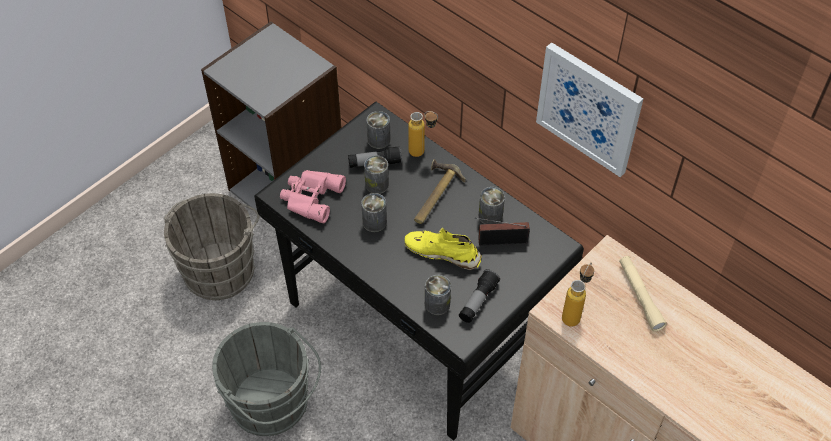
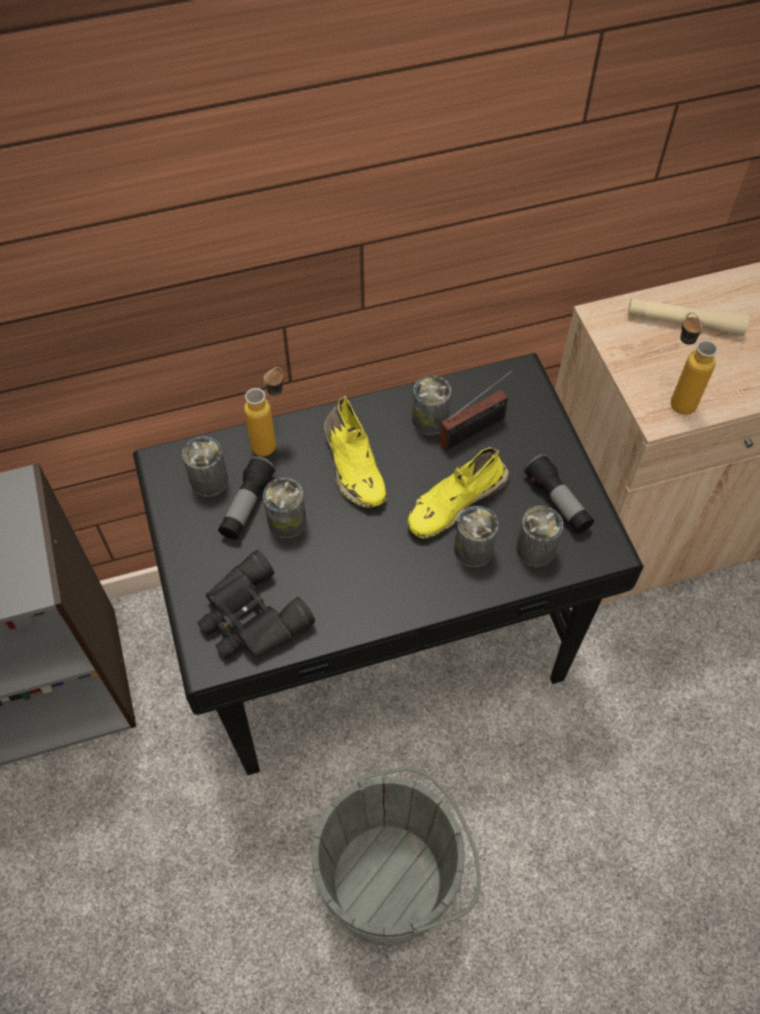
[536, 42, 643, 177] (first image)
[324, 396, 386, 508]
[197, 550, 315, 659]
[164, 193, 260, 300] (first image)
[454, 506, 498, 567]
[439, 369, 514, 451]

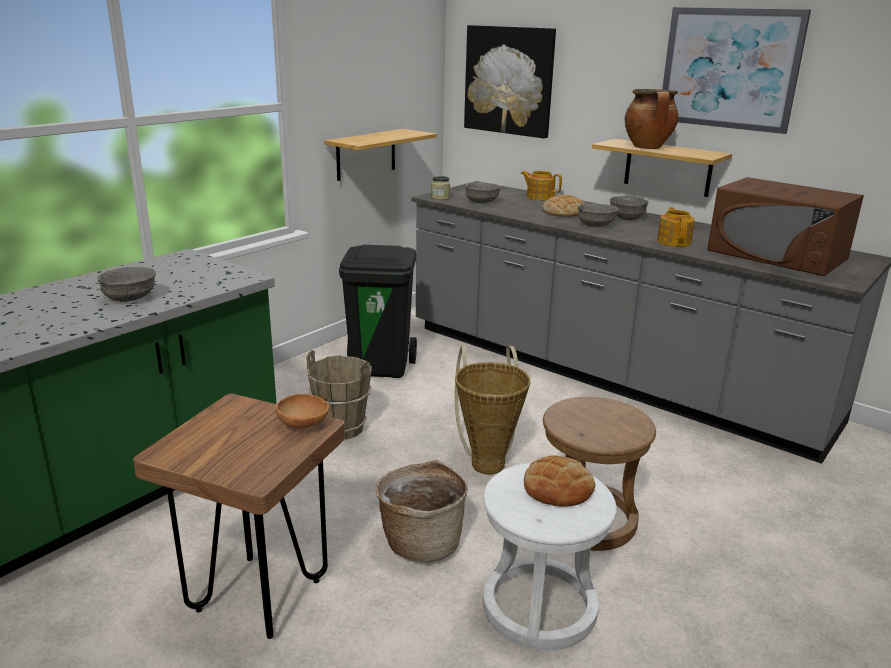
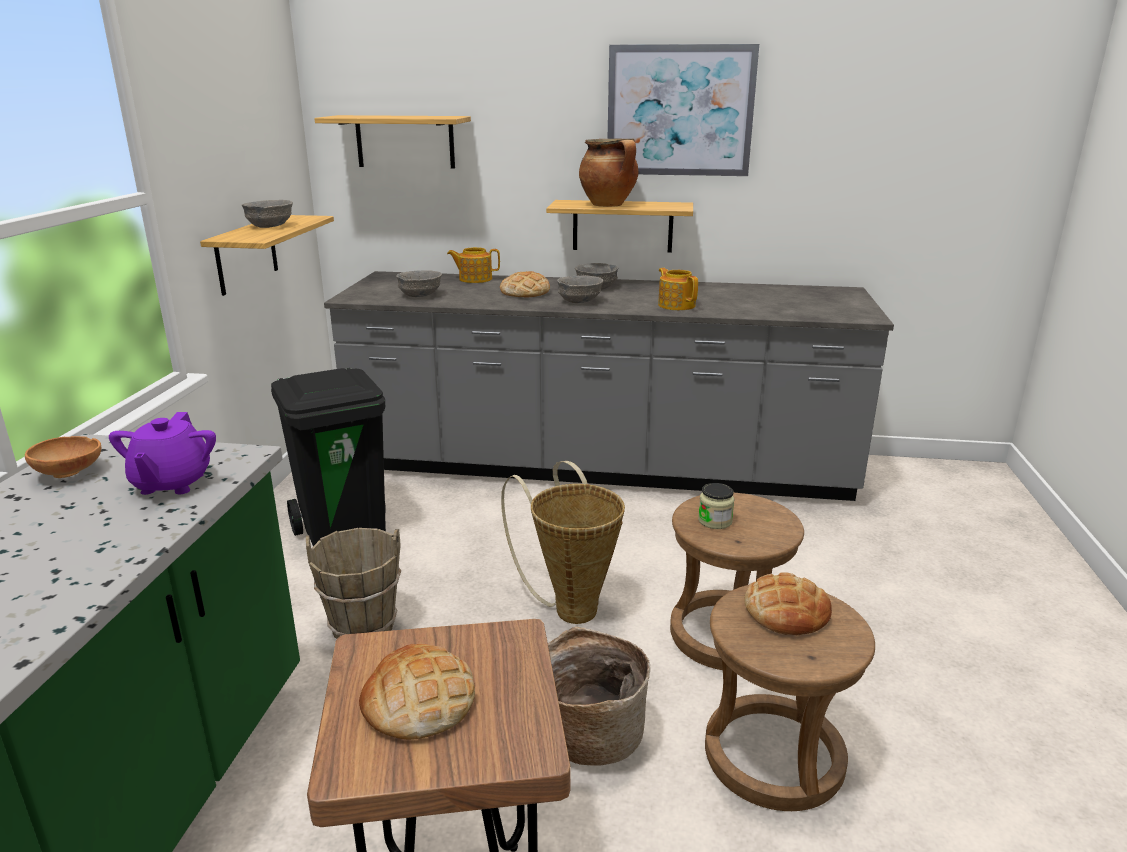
[314, 115, 471, 169]
[698, 483, 735, 529]
[707, 177, 864, 276] (first image)
[242, 200, 293, 228]
[25, 436, 101, 478]
[705, 585, 875, 811]
[109, 412, 216, 495]
[359, 644, 475, 740]

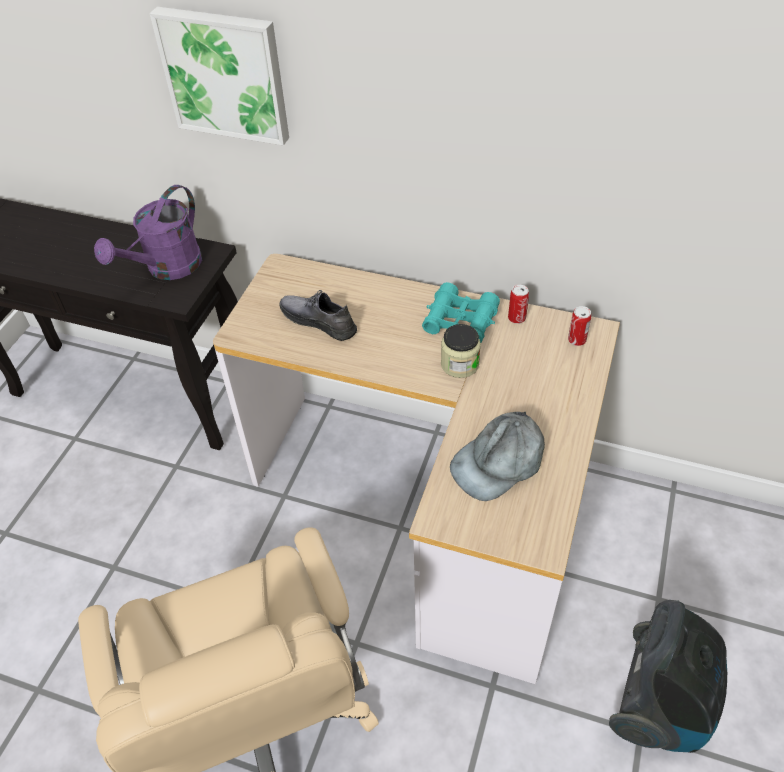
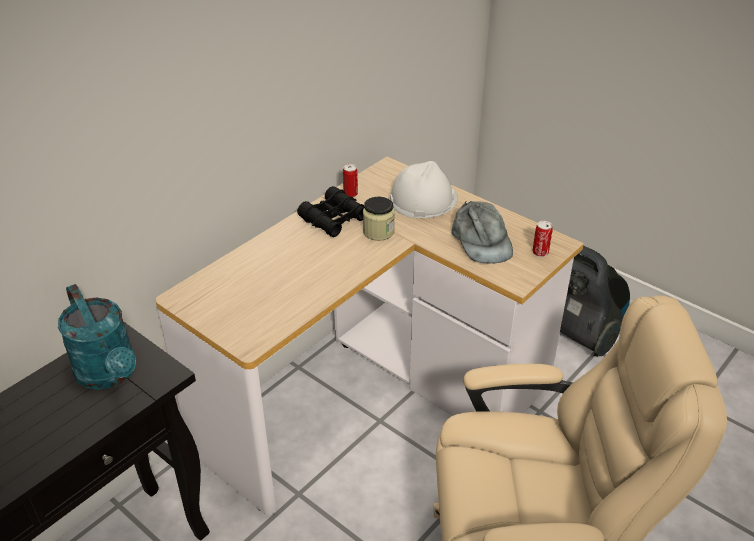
[150, 7, 289, 145] (first image)
[58, 284, 136, 390]
[297, 186, 364, 237]
[279, 290, 357, 341] (first image)
[532, 221, 553, 257]
[390, 161, 458, 218]

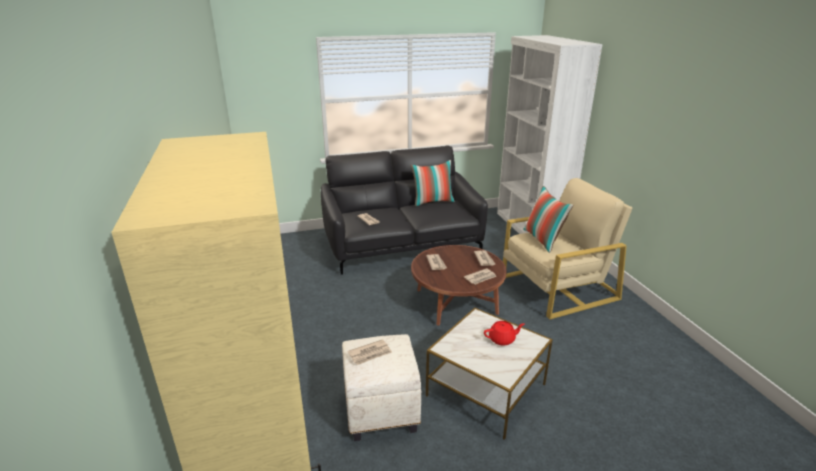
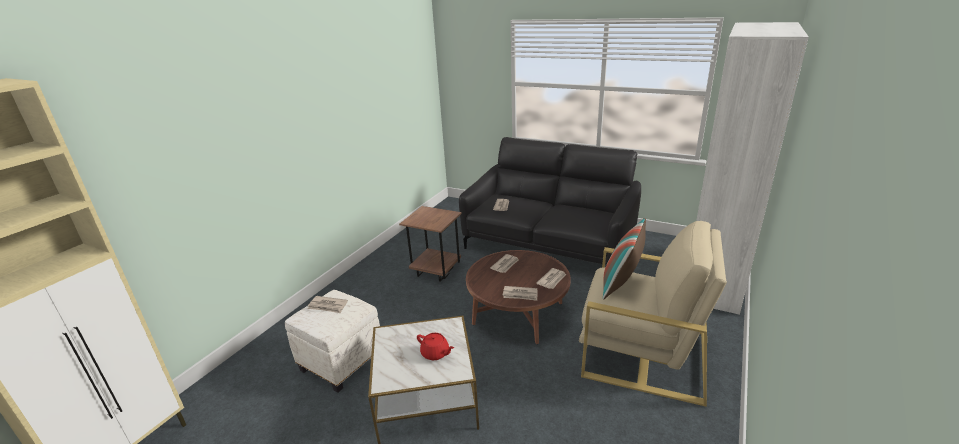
[411, 160, 455, 207] (first image)
[399, 206, 462, 282]

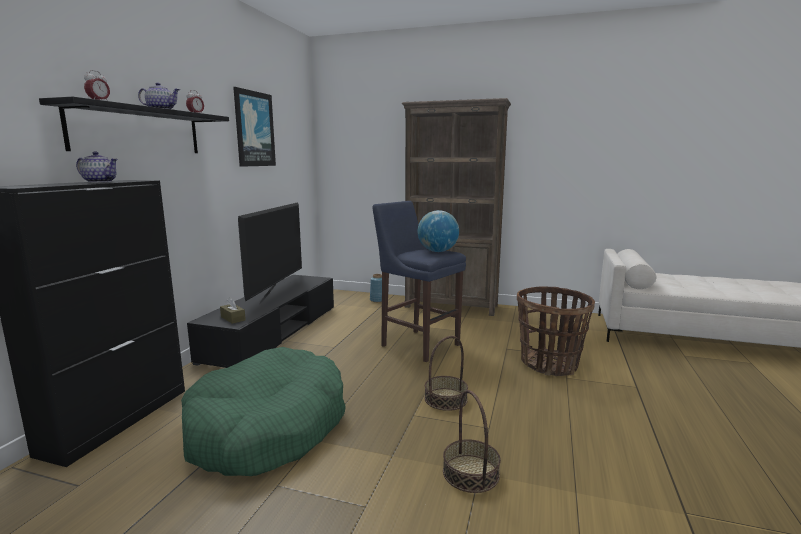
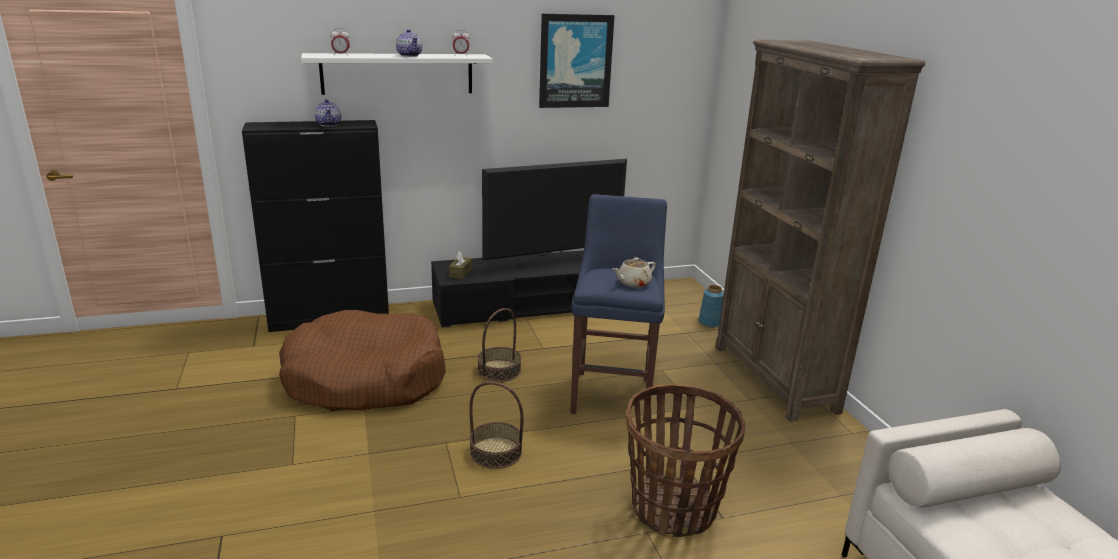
[301, 53, 493, 95]
[613, 257, 656, 288]
[279, 310, 446, 411]
[477, 308, 521, 382]

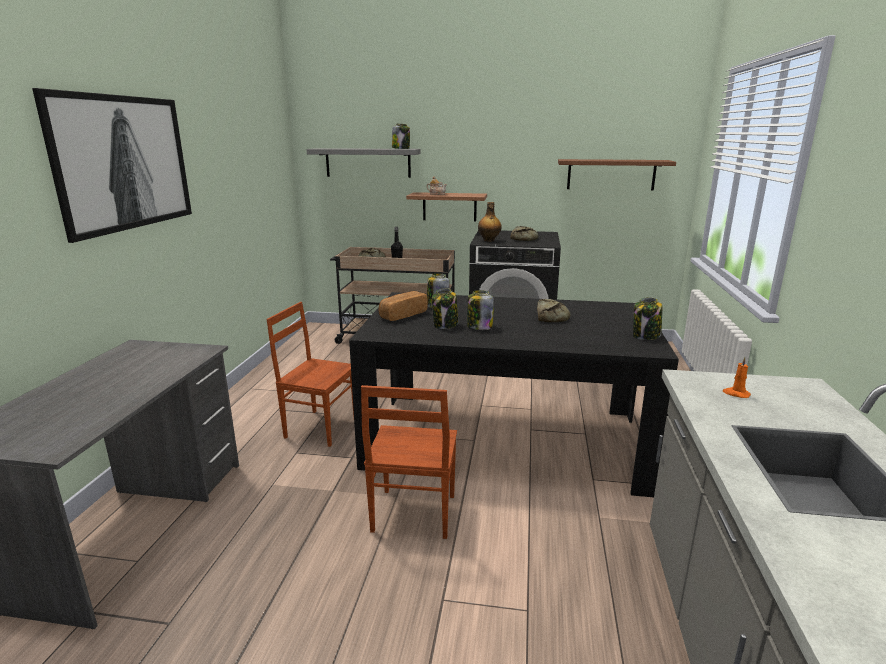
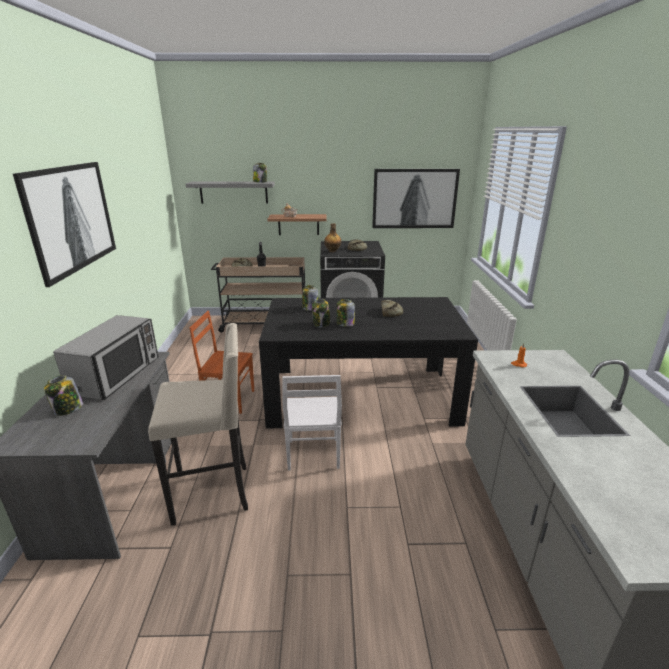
[372, 169, 460, 228]
[378, 291, 428, 321] (first image)
[44, 375, 83, 416]
[282, 375, 342, 471]
[53, 315, 159, 400]
[148, 323, 248, 526]

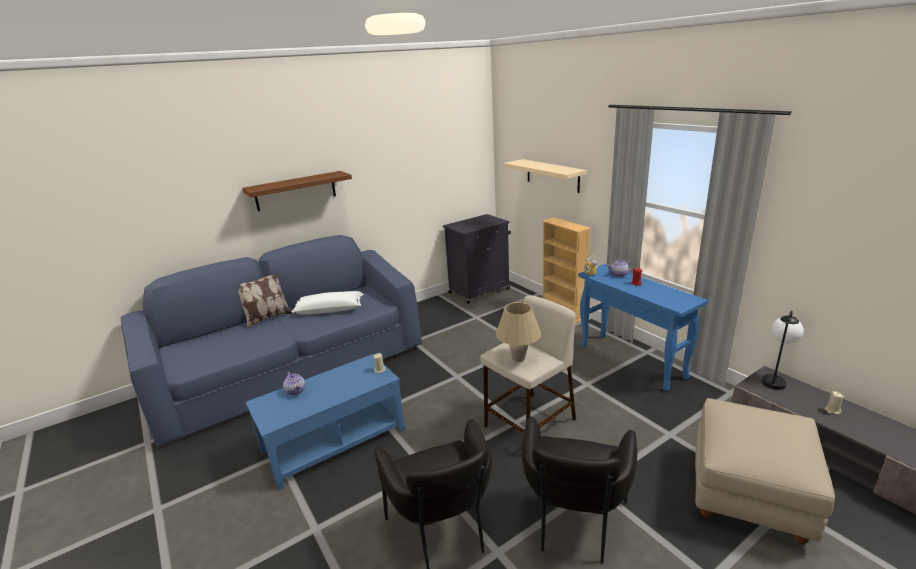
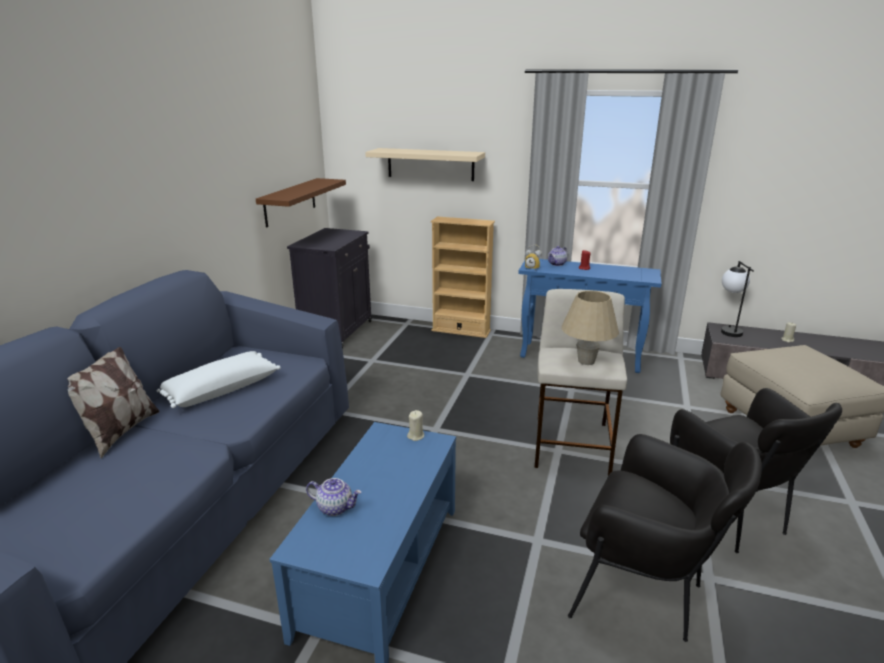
[256, 178, 346, 228]

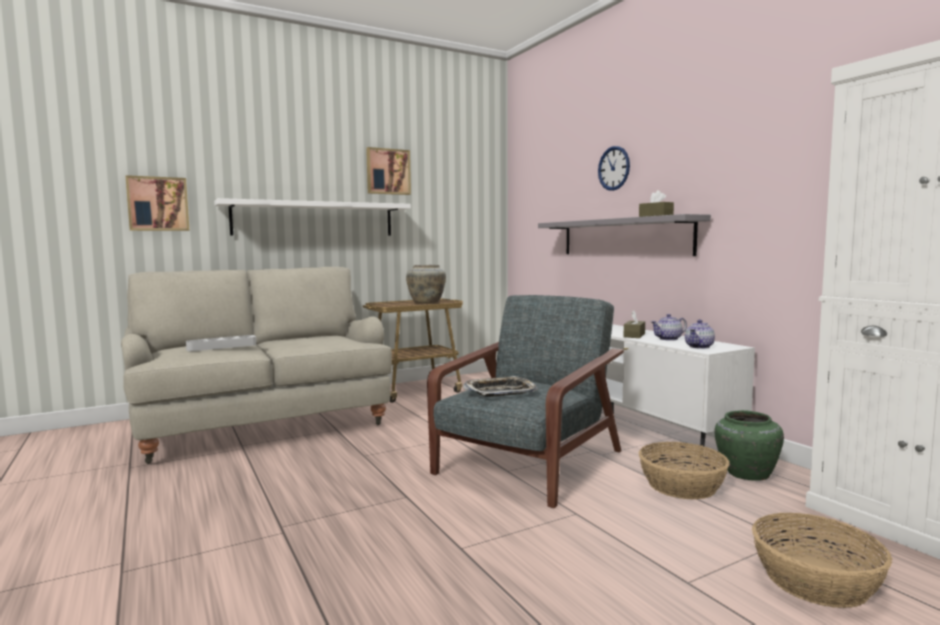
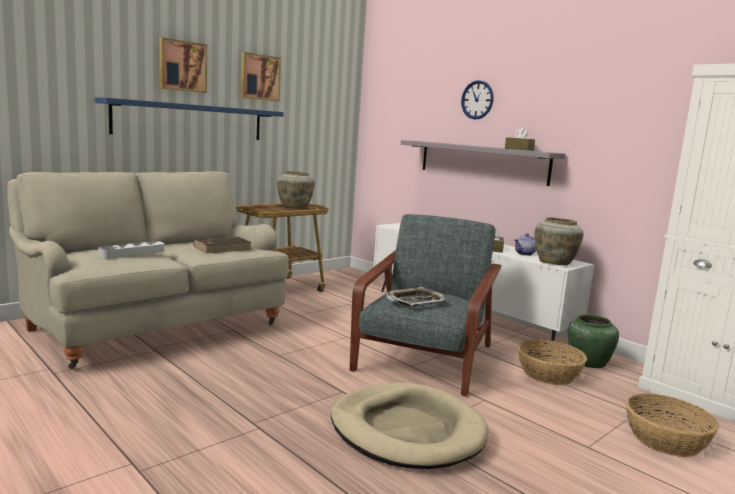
[159, 37, 207, 93]
[95, 97, 284, 140]
[534, 217, 583, 265]
[193, 237, 252, 253]
[330, 383, 489, 469]

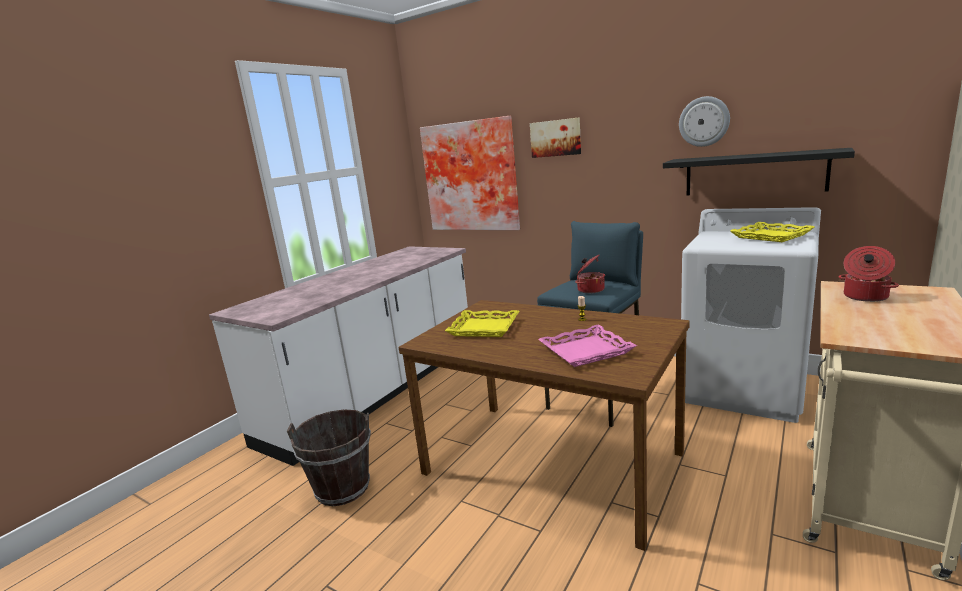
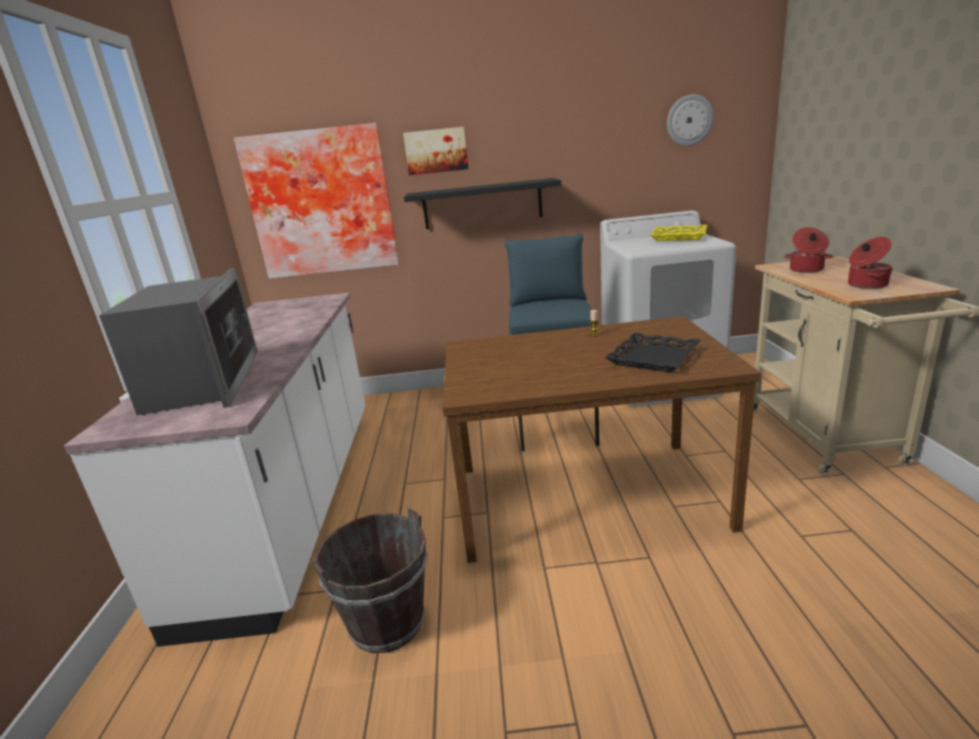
[667, 94, 713, 146]
[404, 178, 561, 229]
[848, 237, 893, 289]
[445, 310, 519, 337] (first image)
[605, 332, 701, 373]
[99, 268, 258, 415]

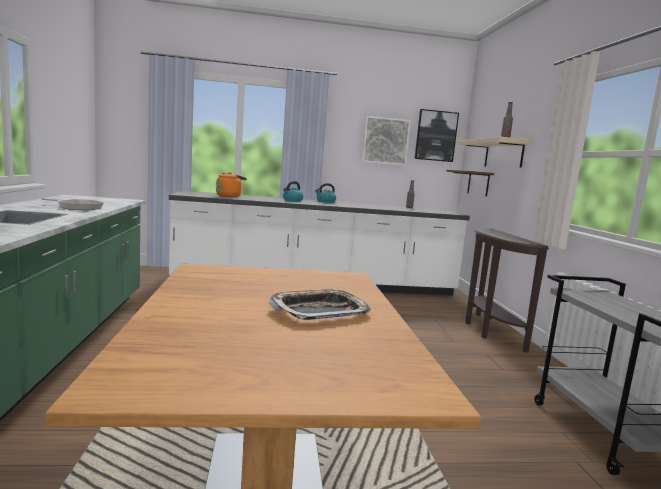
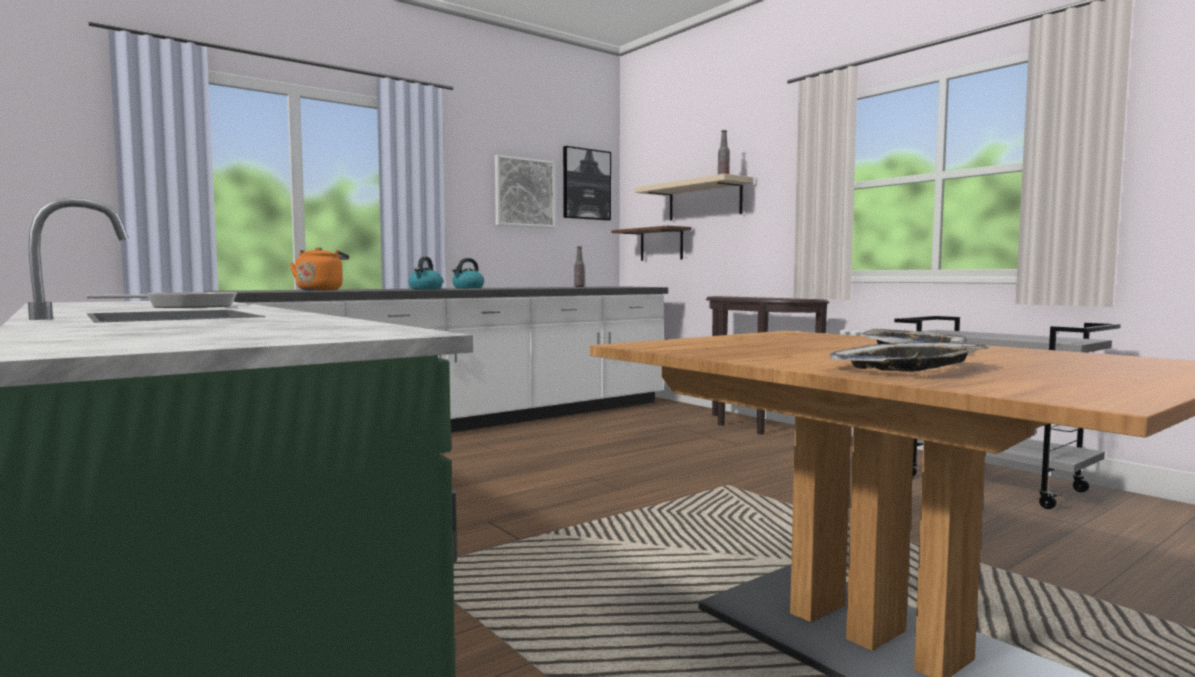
[830, 342, 990, 372]

